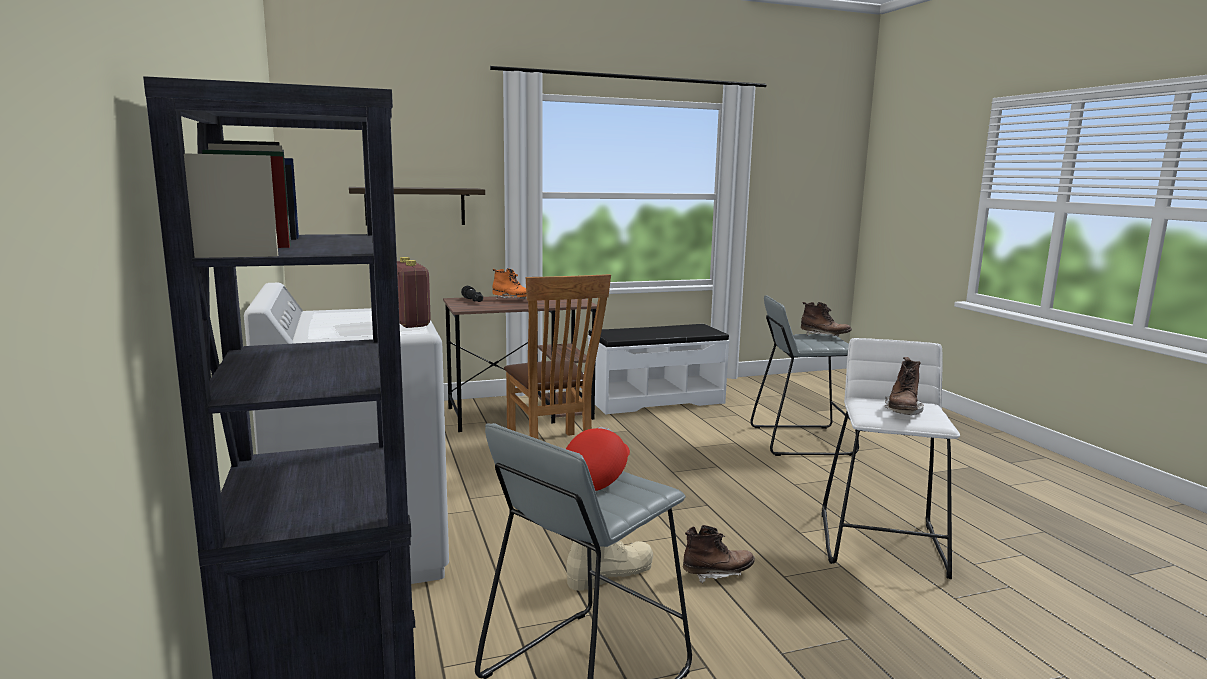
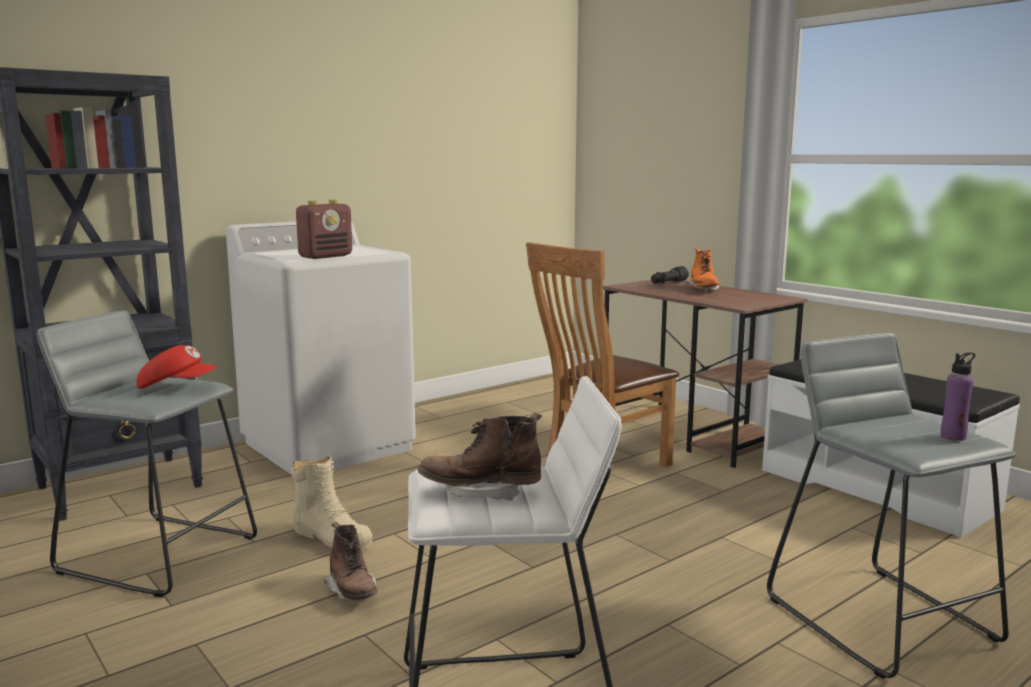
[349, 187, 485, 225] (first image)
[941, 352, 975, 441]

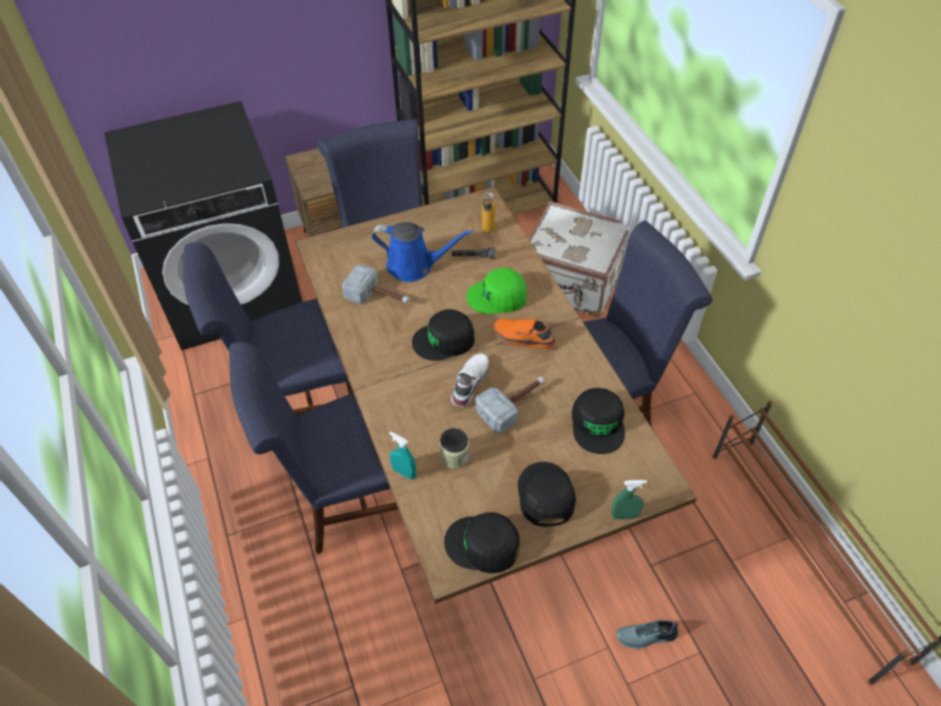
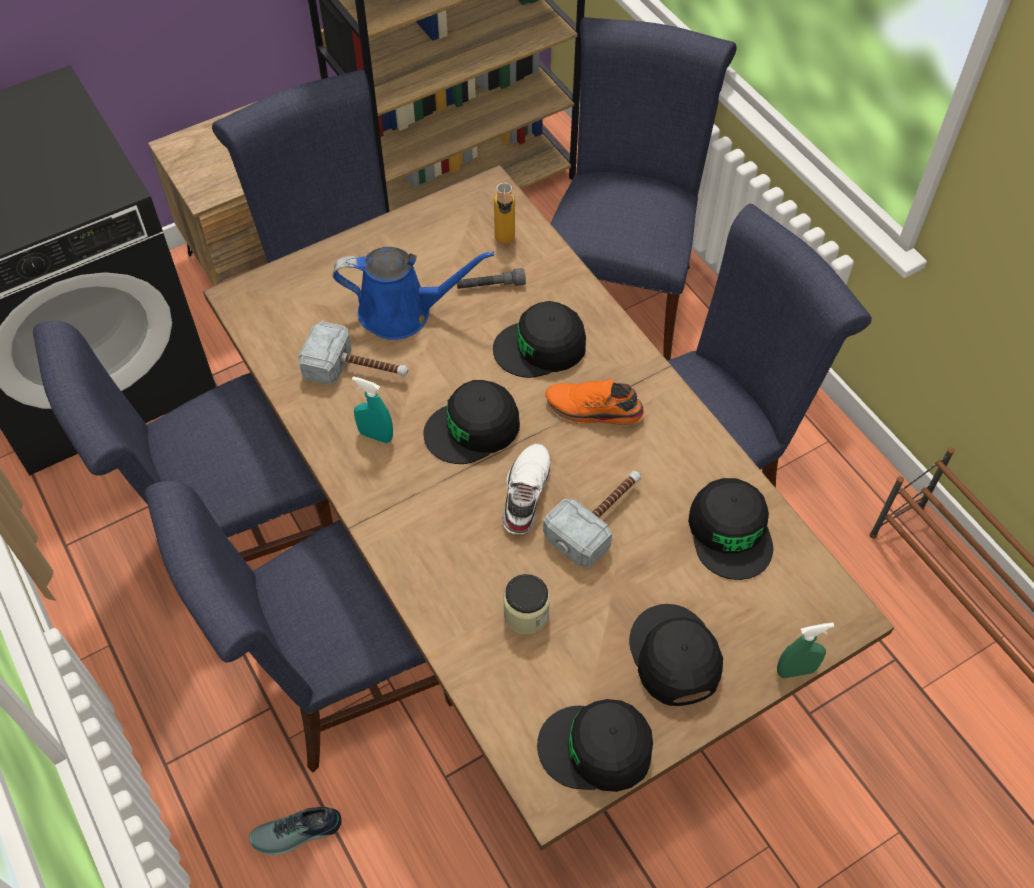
[551, 17, 736, 360]
[493, 301, 586, 378]
[352, 376, 393, 443]
[249, 807, 342, 855]

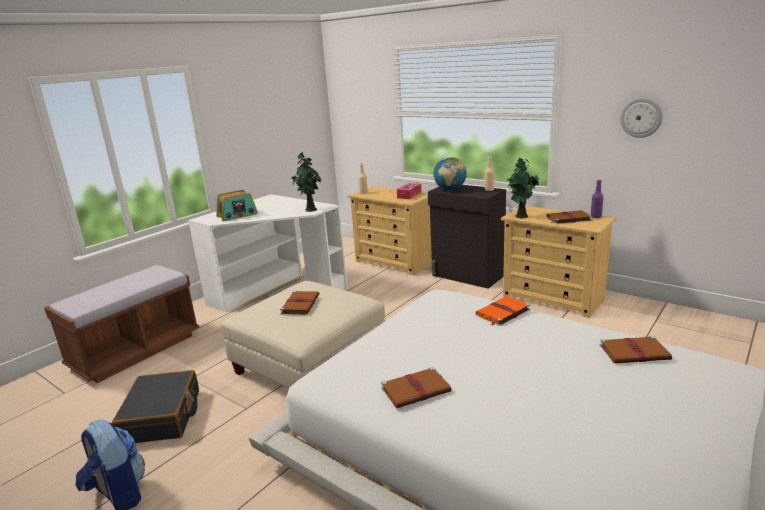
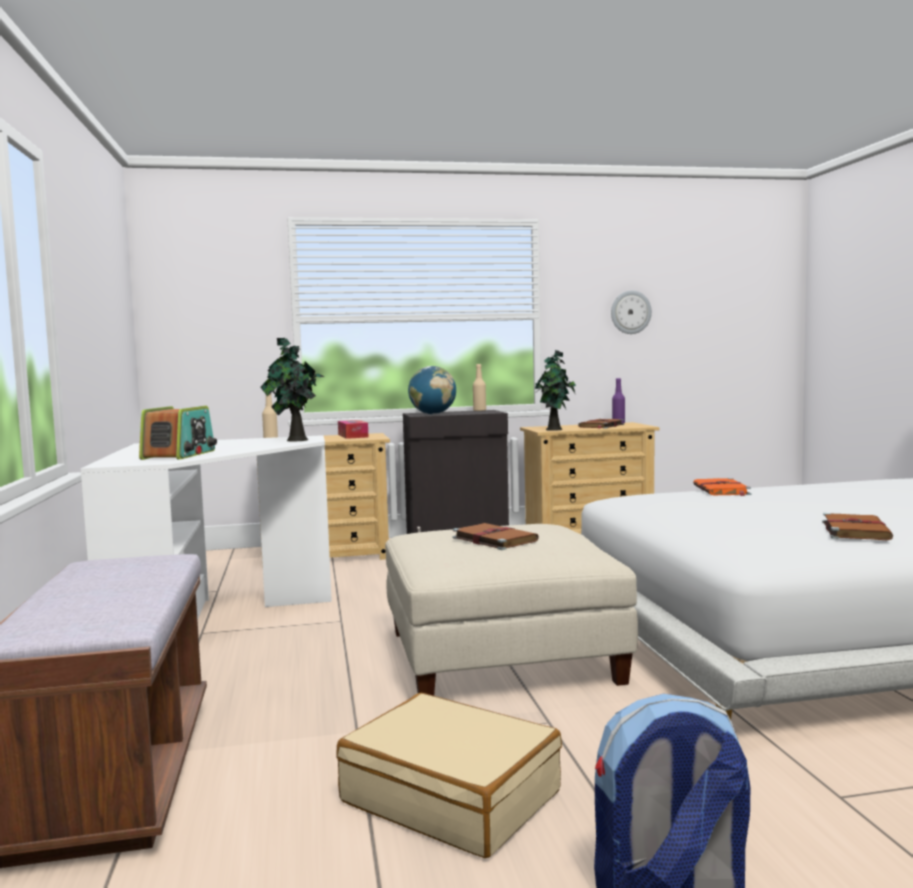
[600, 336, 672, 363] (first image)
[336, 693, 562, 858]

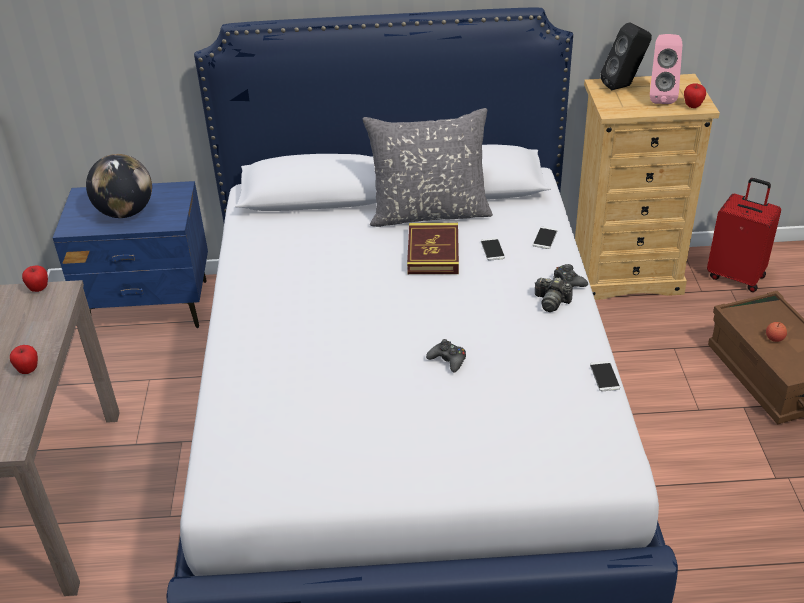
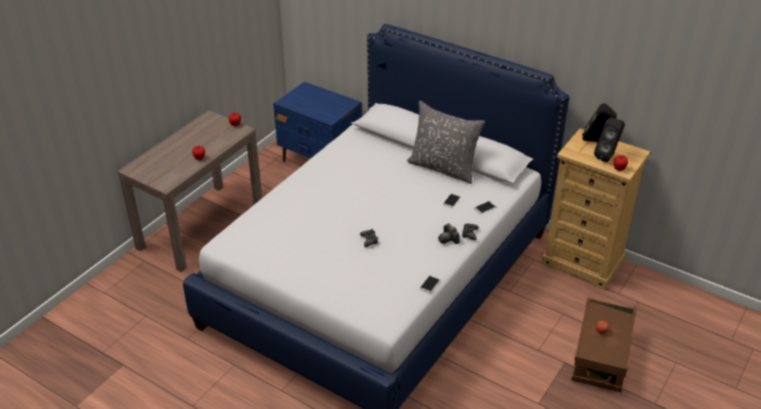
[594, 118, 625, 162]
[86, 154, 152, 218] (first image)
[707, 178, 781, 292] (first image)
[407, 223, 459, 274] (first image)

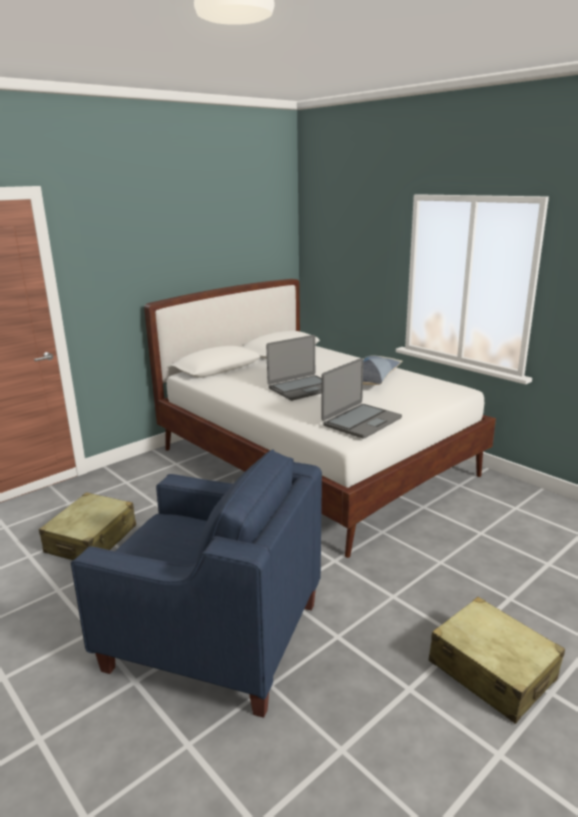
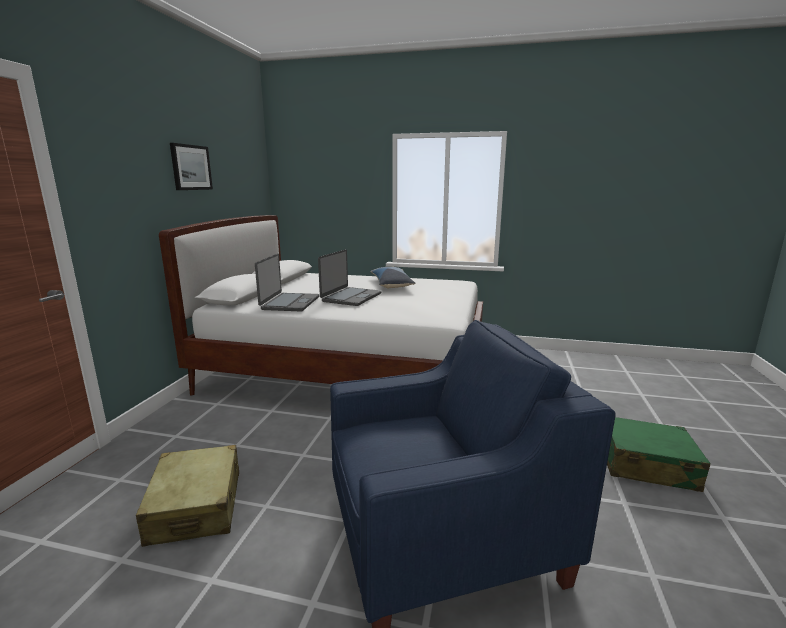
[255, 253, 319, 311]
[607, 417, 711, 492]
[170, 143, 213, 190]

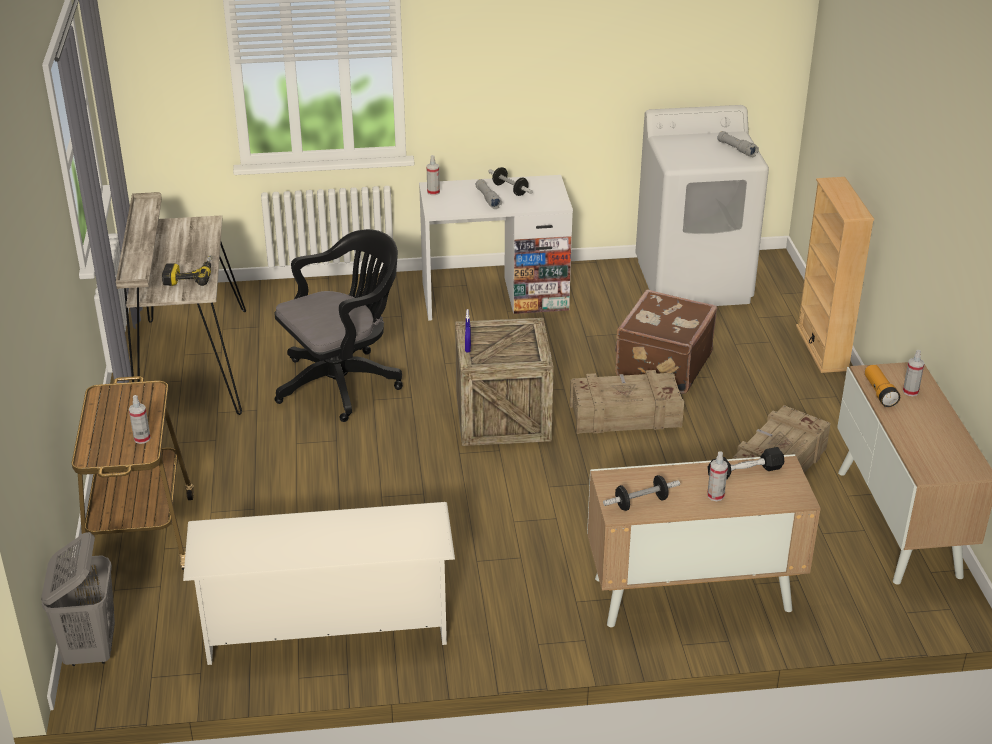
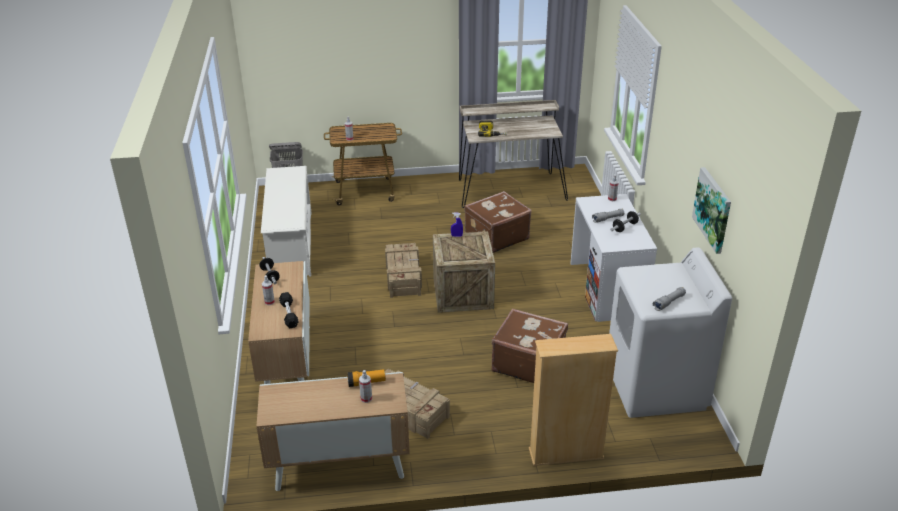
[464, 191, 532, 253]
[385, 243, 422, 298]
[692, 167, 731, 254]

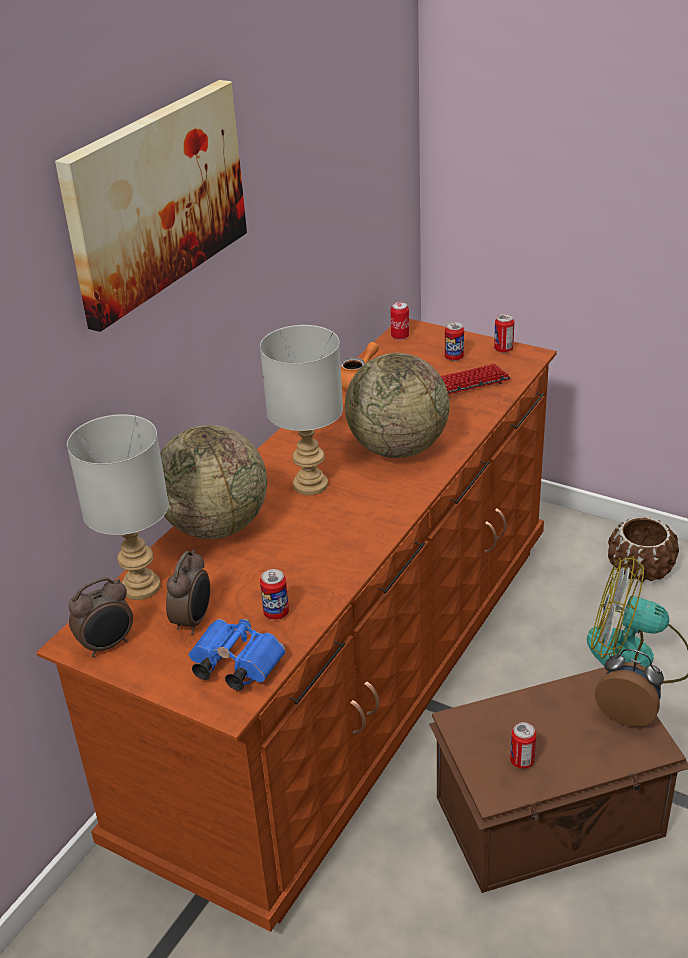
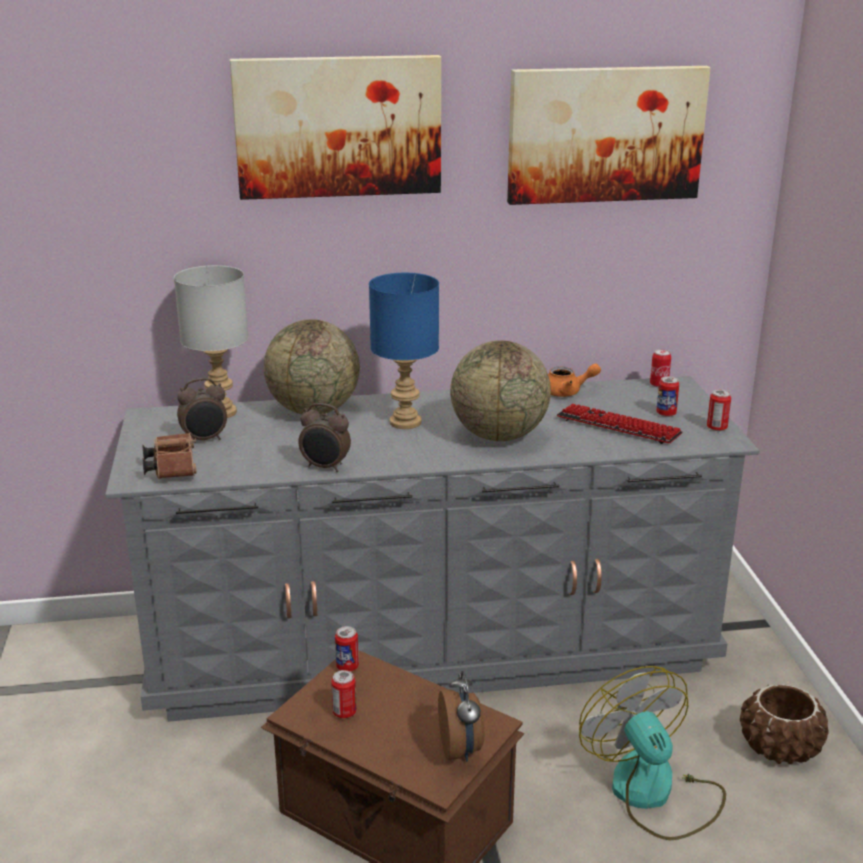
[105, 376, 760, 722]
[369, 273, 439, 429]
[335, 626, 359, 671]
[298, 403, 351, 472]
[143, 433, 197, 479]
[507, 66, 711, 205]

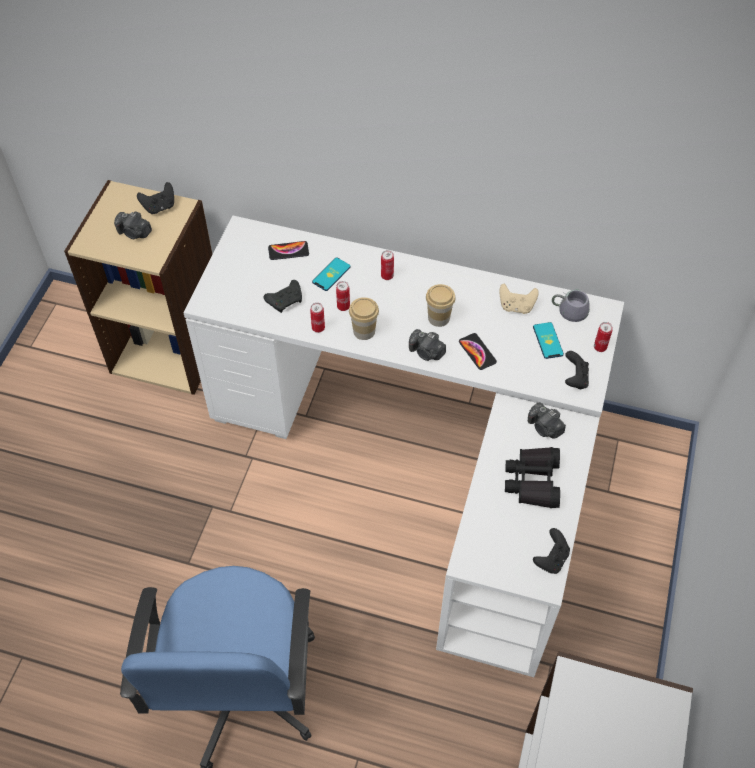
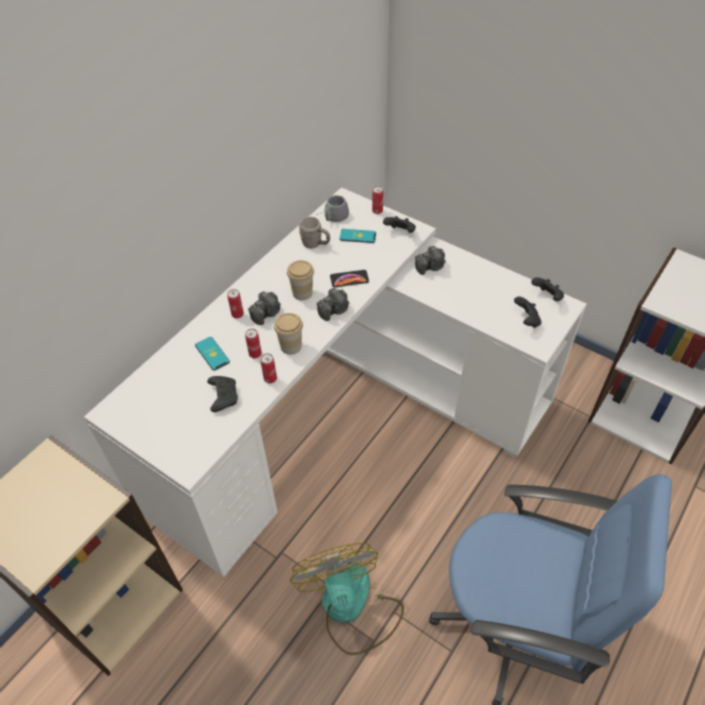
[514, 296, 541, 328]
[248, 291, 281, 325]
[268, 241, 309, 260] (first image)
[299, 216, 330, 248]
[505, 447, 560, 508] (first image)
[290, 543, 404, 655]

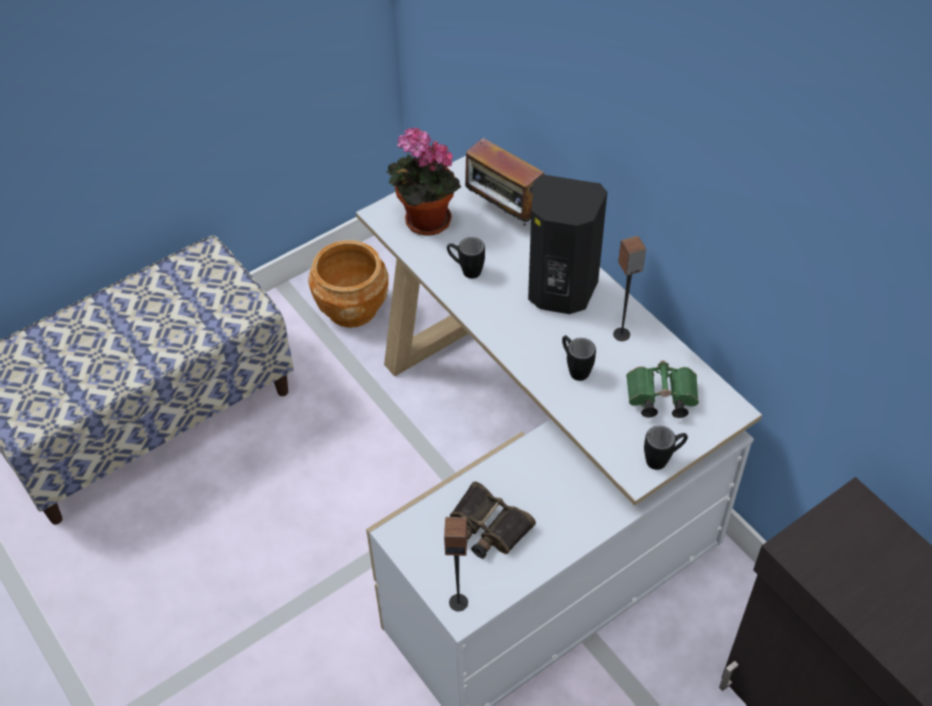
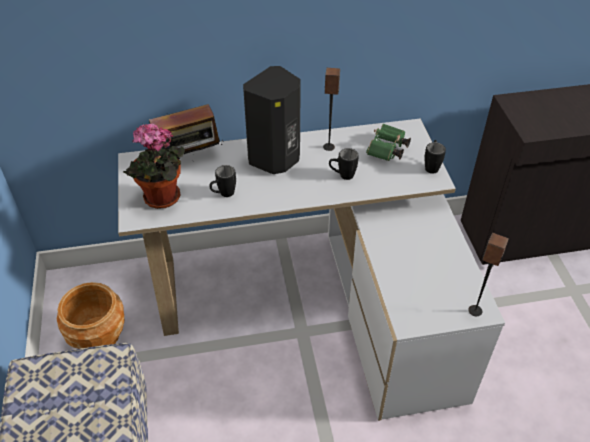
[450, 481, 536, 559] (first image)

